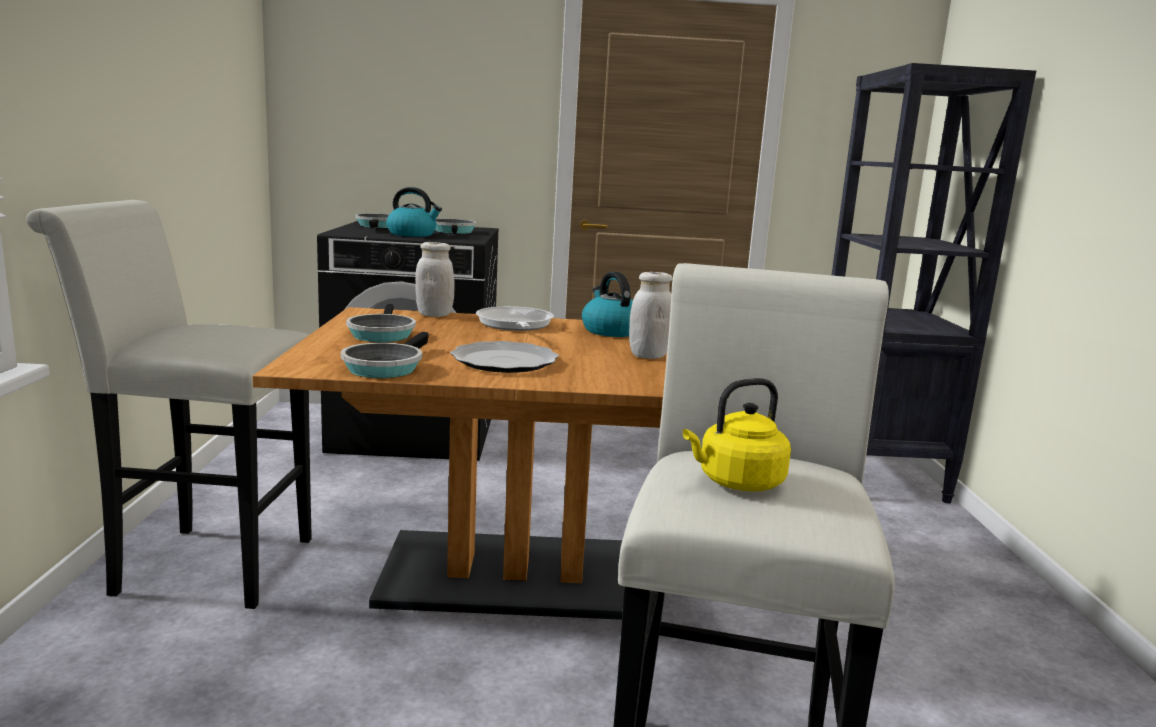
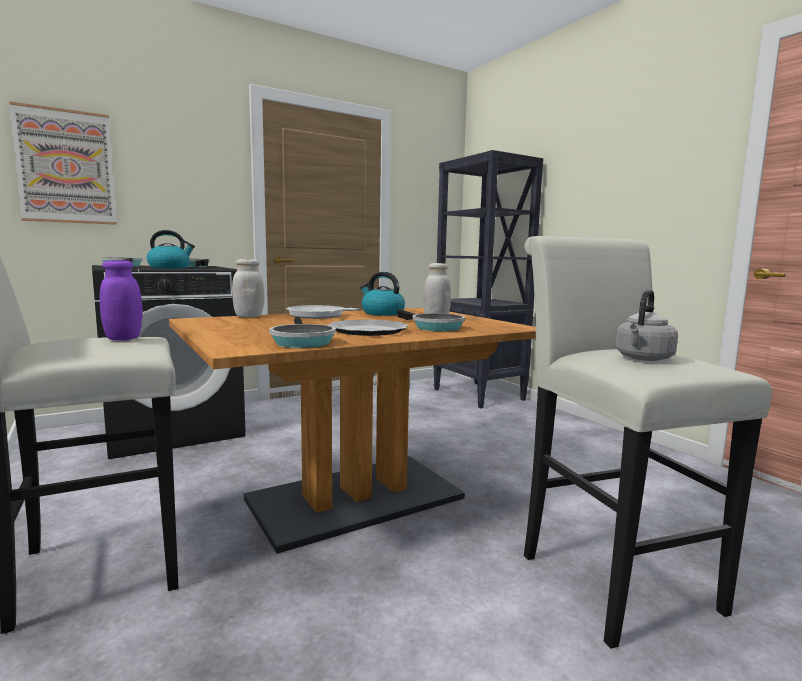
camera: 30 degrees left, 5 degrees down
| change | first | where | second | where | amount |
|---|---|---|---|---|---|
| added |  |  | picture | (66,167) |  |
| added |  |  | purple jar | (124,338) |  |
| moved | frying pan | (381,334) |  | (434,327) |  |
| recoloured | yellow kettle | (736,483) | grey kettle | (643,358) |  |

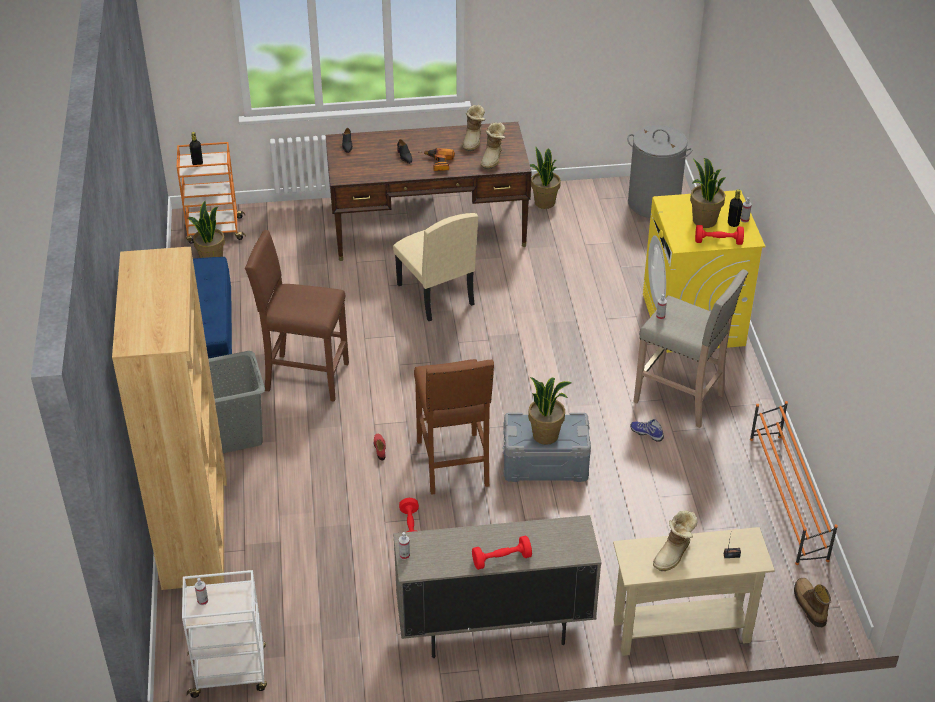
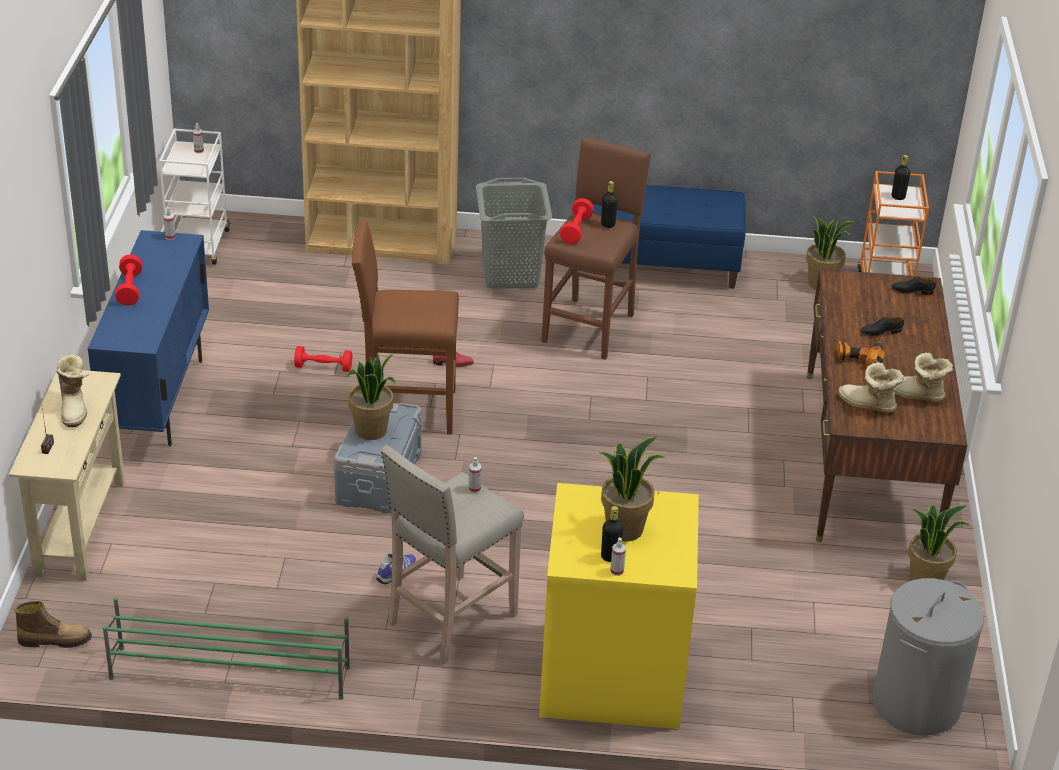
camera: 100 degrees right, 5 degrees down
| change | first | where | second | where | amount |
|---|---|---|---|---|---|
| removed | beige chair | (435,294) |  |  |  |
| added |  |  | black bottle | (608,224) |  |
| moved | red dumbbell | (718,241) |  | (576,229) |  |
| recoloured | beige cabinet | (494,630) | blue cabinet | (158,399) |  |
| recoloured | orange shoe rack | (787,498) | green shoe rack | (229,672) |  |
| turned | boot | (674,554) |  | (75,408) | 150 degrees counterclockwise |

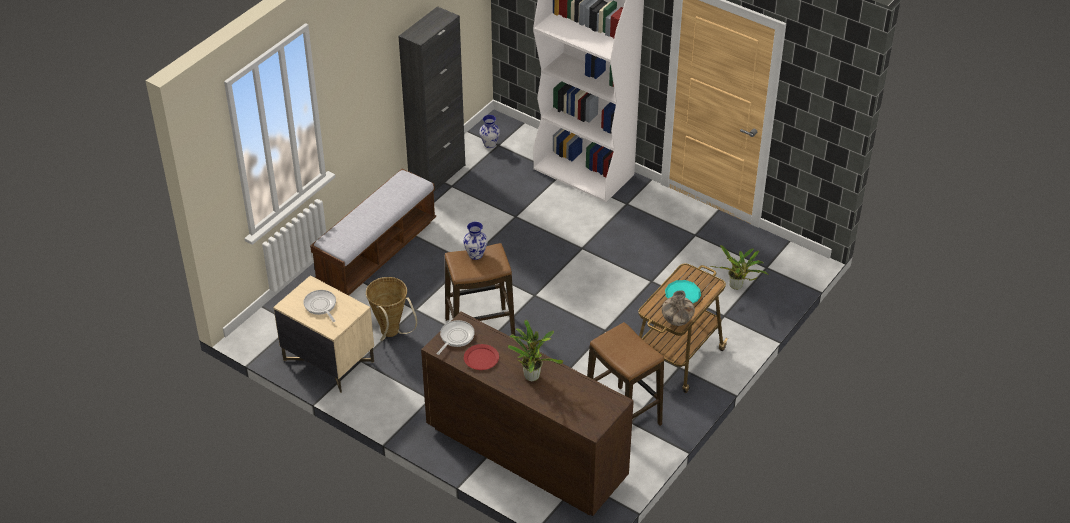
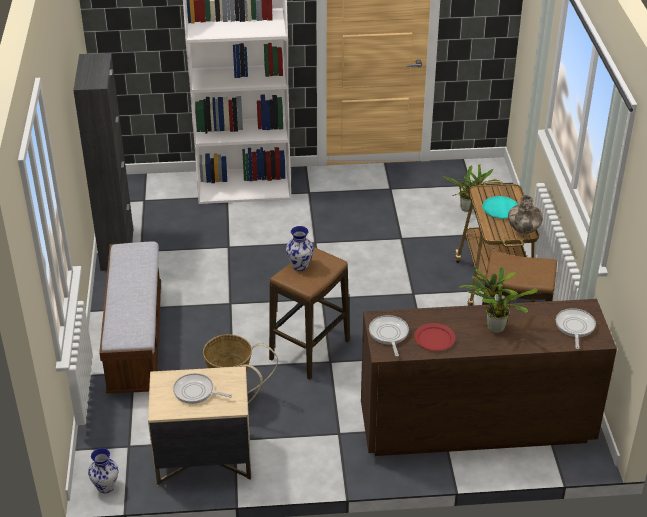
camera: 40 degrees left, 5 degrees down
| change | first | where | second | where | amount |
|---|---|---|---|---|---|
| added |  |  | frying pan | (574,327) |  |
| moved | vase | (489,144) |  | (105,487) |  |

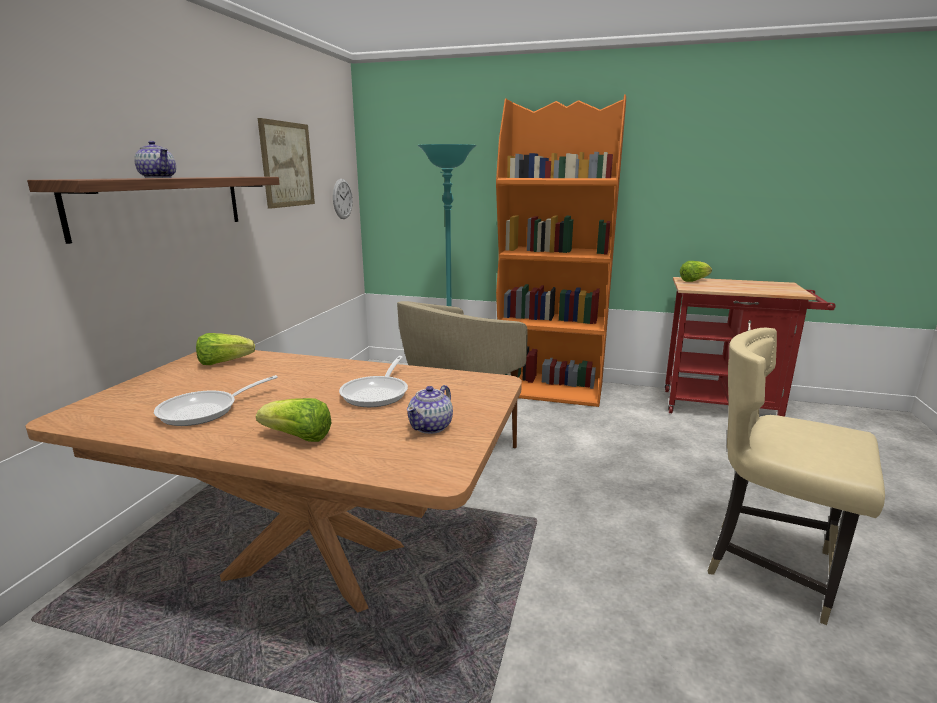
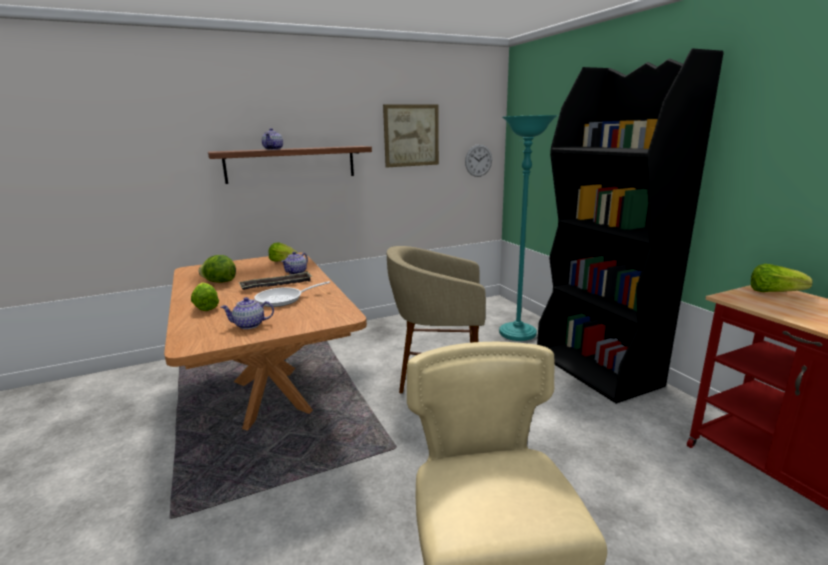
camera: 50 degrees right, 0 degrees up
| change | first | where | second | where | amount |
|---|---|---|---|---|---|
| added |  |  | tray | (276,285) |  |
| added |  |  | teapot | (296,272) |  |
| replaced | frying pan | (205,411) | lettuce | (219,282) |  |
| recoloured | orange bookcase | (549,389) | black bookcase | (597,369) |  |

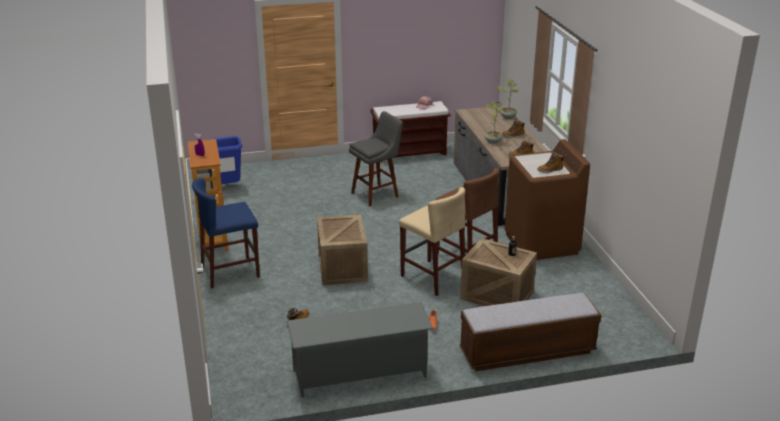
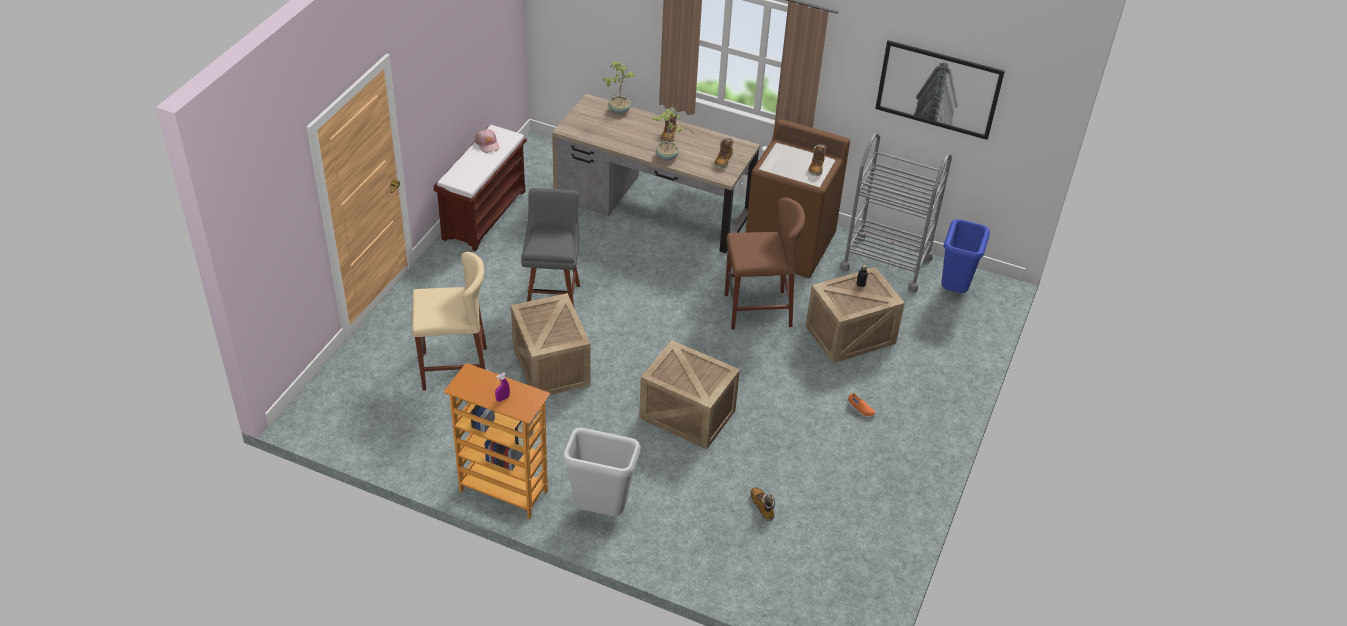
camera: 55 degrees left, 15 degrees up
| change | first | where | second | where | amount |
|---|---|---|---|---|---|
| removed | grey shoe rack | (360,374) |  |  |  |
| removed | bench | (527,351) |  |  |  |
| added |  |  | crate | (550,365) |  |
| added |  |  | grey cart | (886,263) |  |
| added |  |  | picture | (938,89) |  |
| moved | blue trash can | (227,188) |  | (954,290) |  |
| moved | beige stool | (432,277) |  | (455,368) |  |
| replaced | blue stool | (230,272) | grey trash can | (600,512) |  |

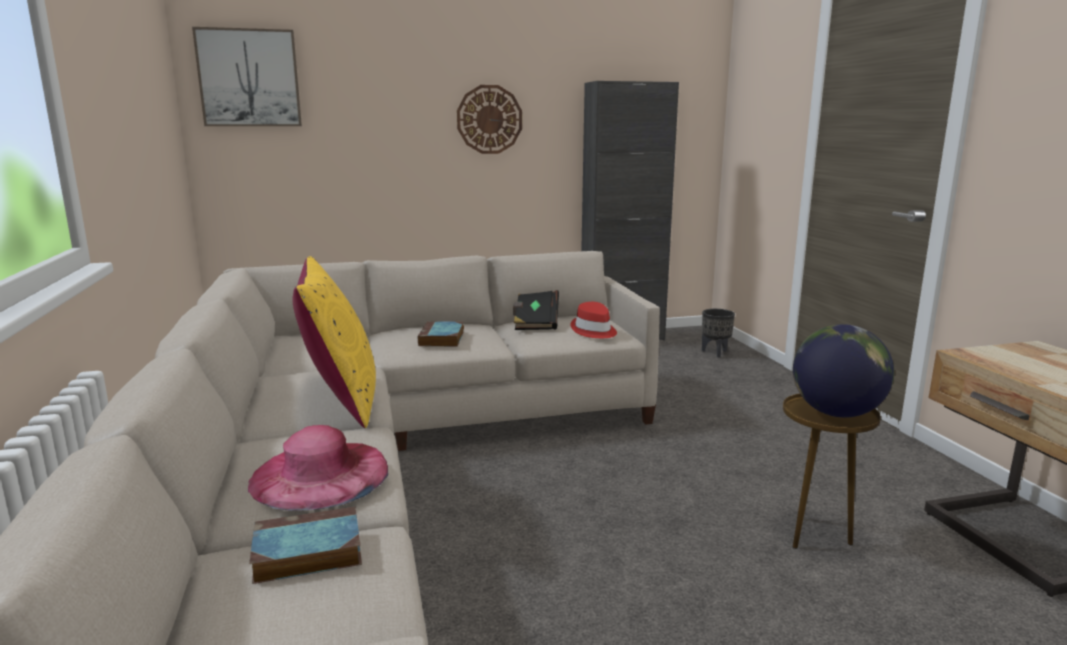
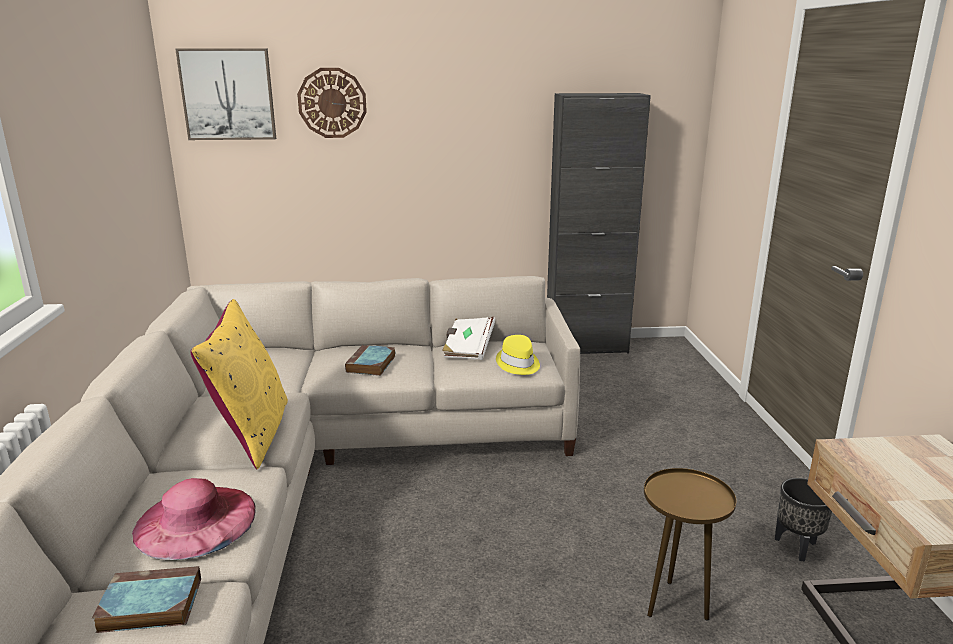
camera: 10 degrees right, 5 degrees up
| change | first | where | second | where | amount |
|---|---|---|---|---|---|
| removed | globe | (836,413) |  |  |  |
| moved | wall clock | (489,119) |  | (332,103) |  |
| moved | black planter | (715,352) |  | (797,547) |  |
| recoloured | black book | (535,322) | white book | (468,348) |  |
| recoloured | red hat | (594,331) | yellow hat | (518,364) |  |

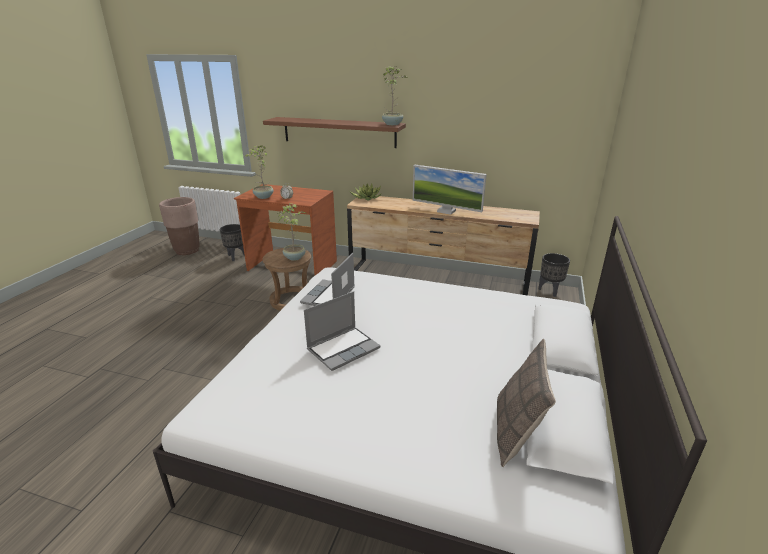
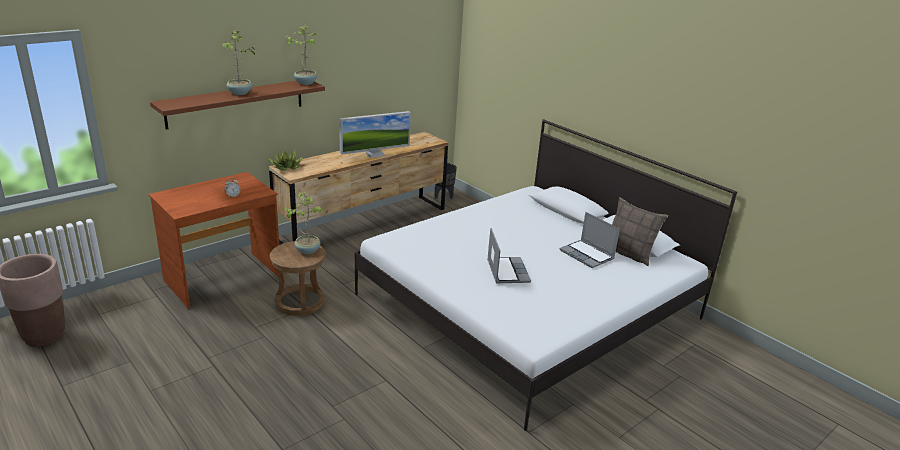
camera: 60 degrees left, 0 degrees up
| change | first | where | second | where | amount |
|---|---|---|---|---|---|
| removed | black planter | (235,257) |  |  |  |
| moved | potted plant | (263,197) |  | (240,93) |  |
| moved | laptop | (329,296) |  | (587,255) |  |

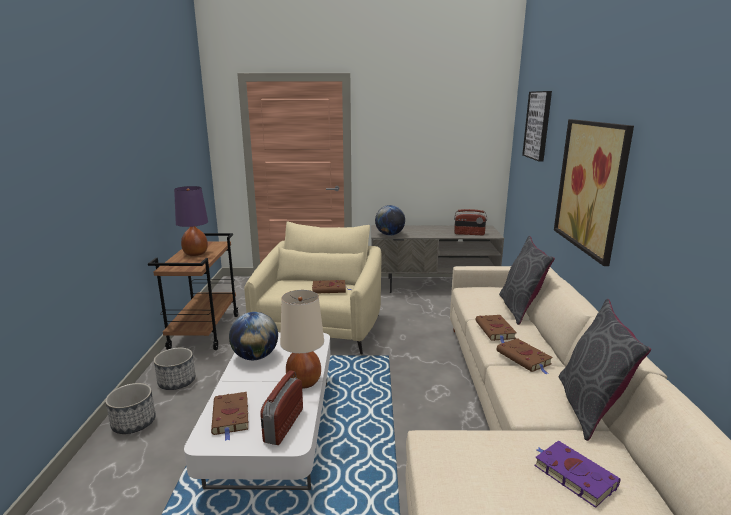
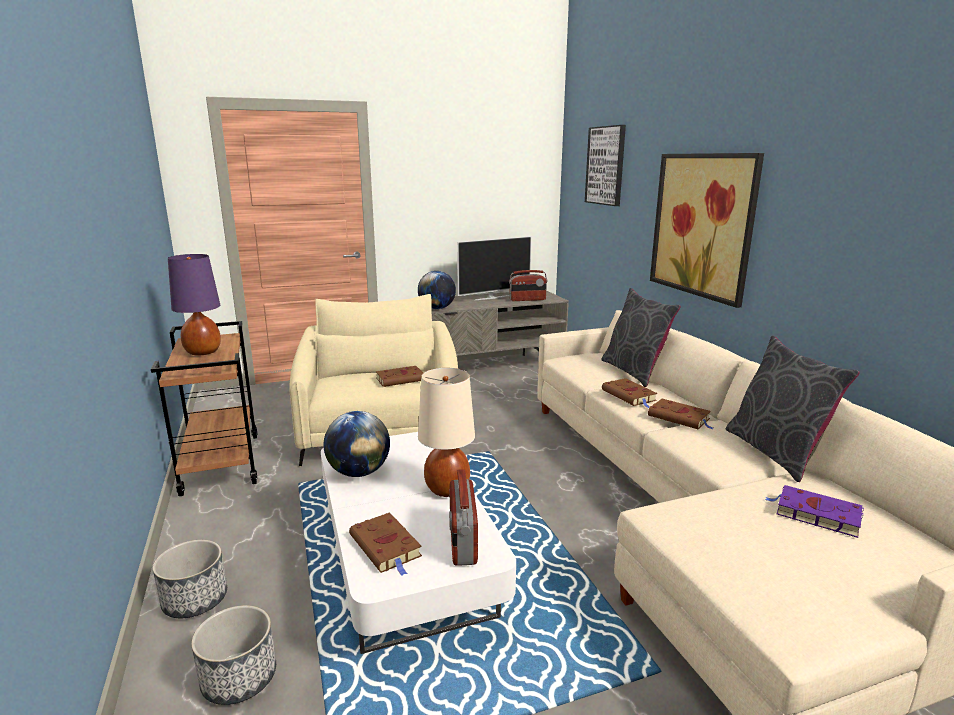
camera: 20 degrees left, 0 degrees up
| change | first | where | second | where | amount |
|---|---|---|---|---|---|
| added |  |  | television | (493,297) |  |
| moved | planter | (176,382) |  | (239,678) |  |

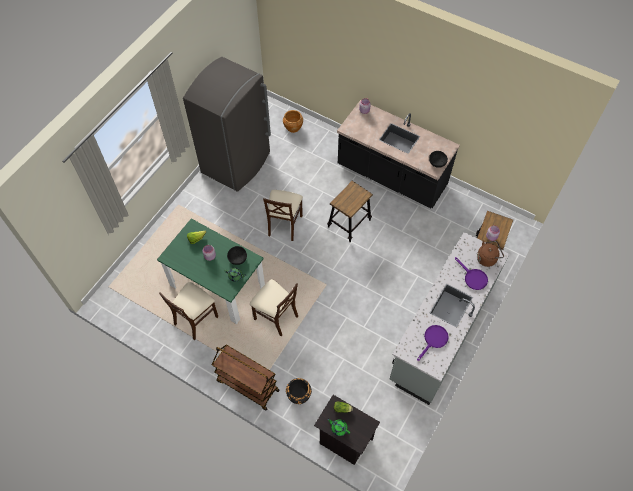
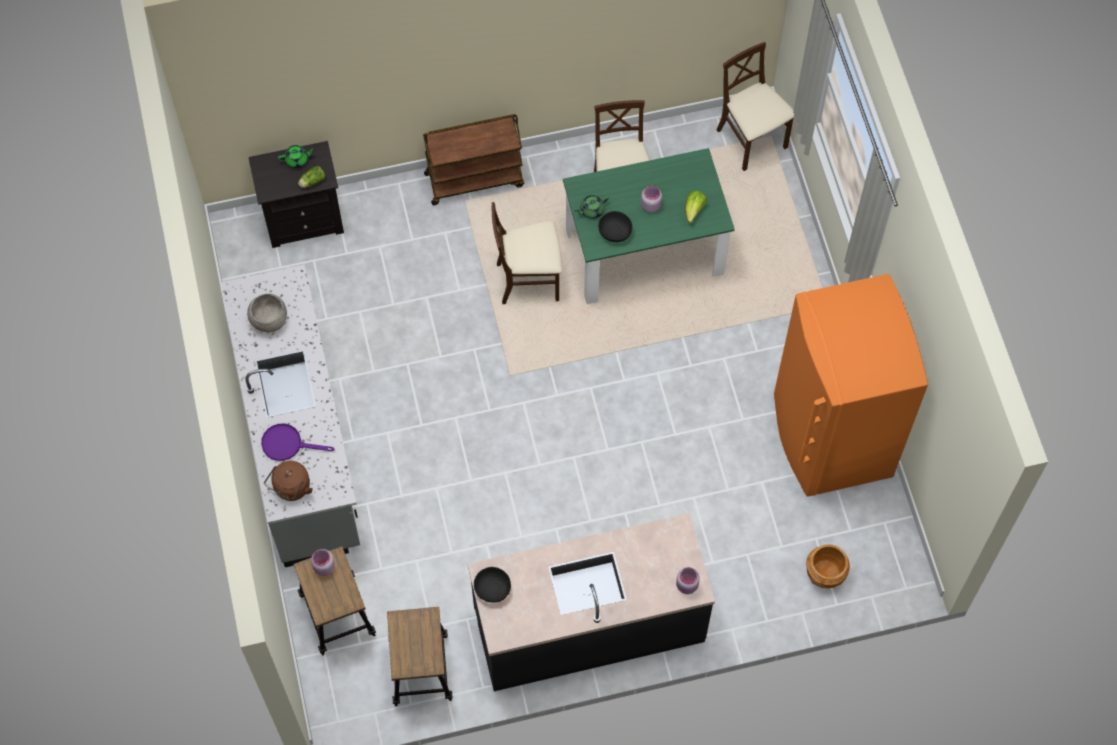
camera: 135 degrees right, 5 degrees up
| change | first | where | second | where | amount |
|---|---|---|---|---|---|
| removed | black planter | (298,395) |  |  |  |
| moved | beige chair | (284,225) |  | (751,140) |  |
| moved | stool | (349,223) |  | (421,671) |  |
| replaced | purple frying pan | (434,340) | grey bowl | (269,321) |  |
| recoloured | grey fridge | (237,163) | orange fridge | (830,437) |  |

